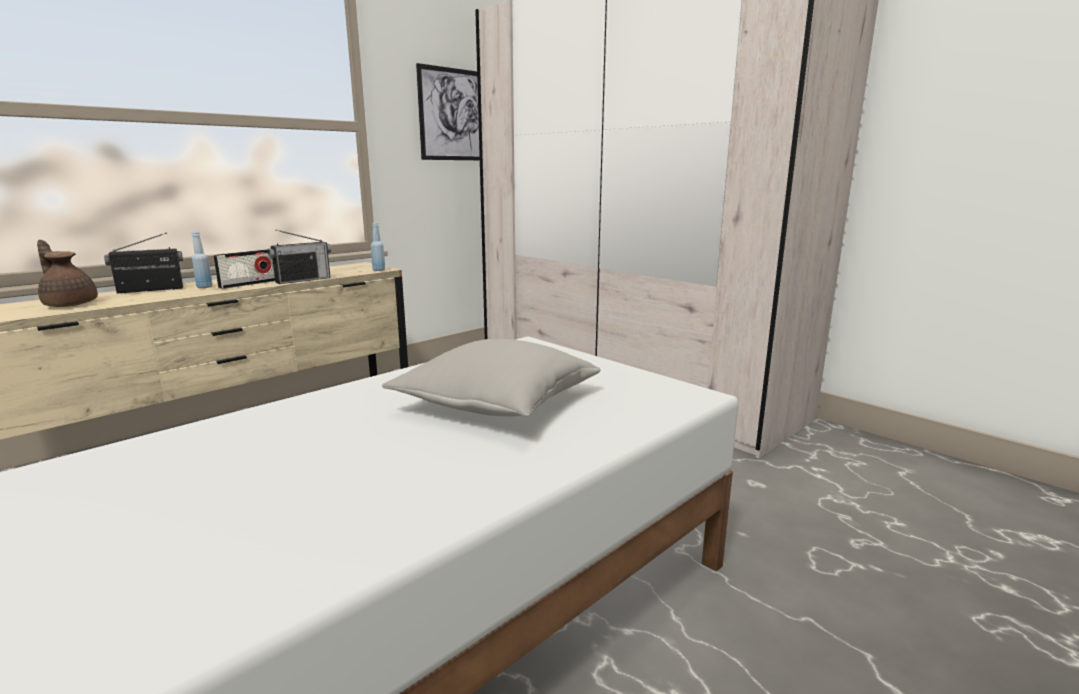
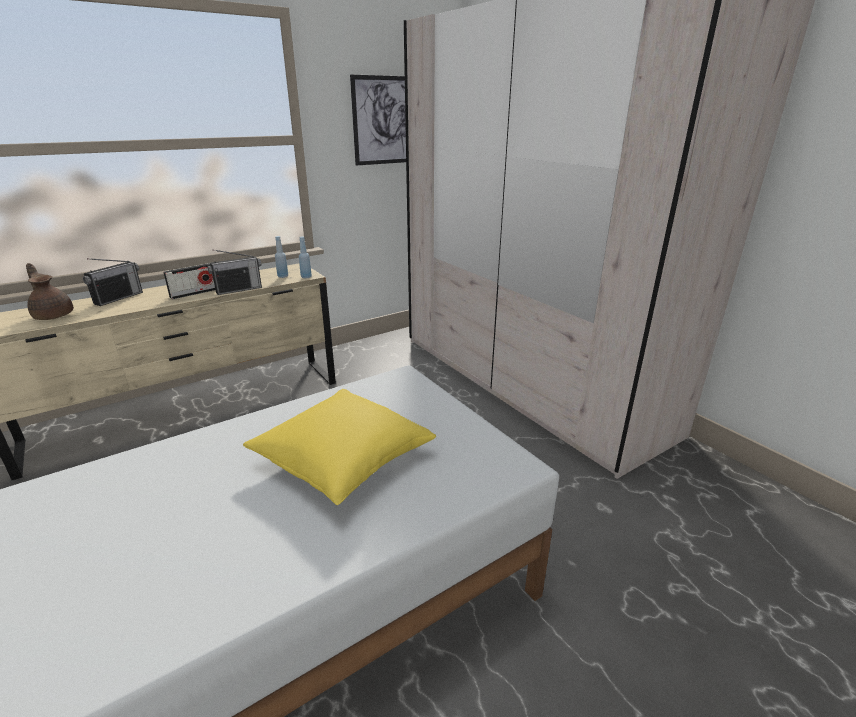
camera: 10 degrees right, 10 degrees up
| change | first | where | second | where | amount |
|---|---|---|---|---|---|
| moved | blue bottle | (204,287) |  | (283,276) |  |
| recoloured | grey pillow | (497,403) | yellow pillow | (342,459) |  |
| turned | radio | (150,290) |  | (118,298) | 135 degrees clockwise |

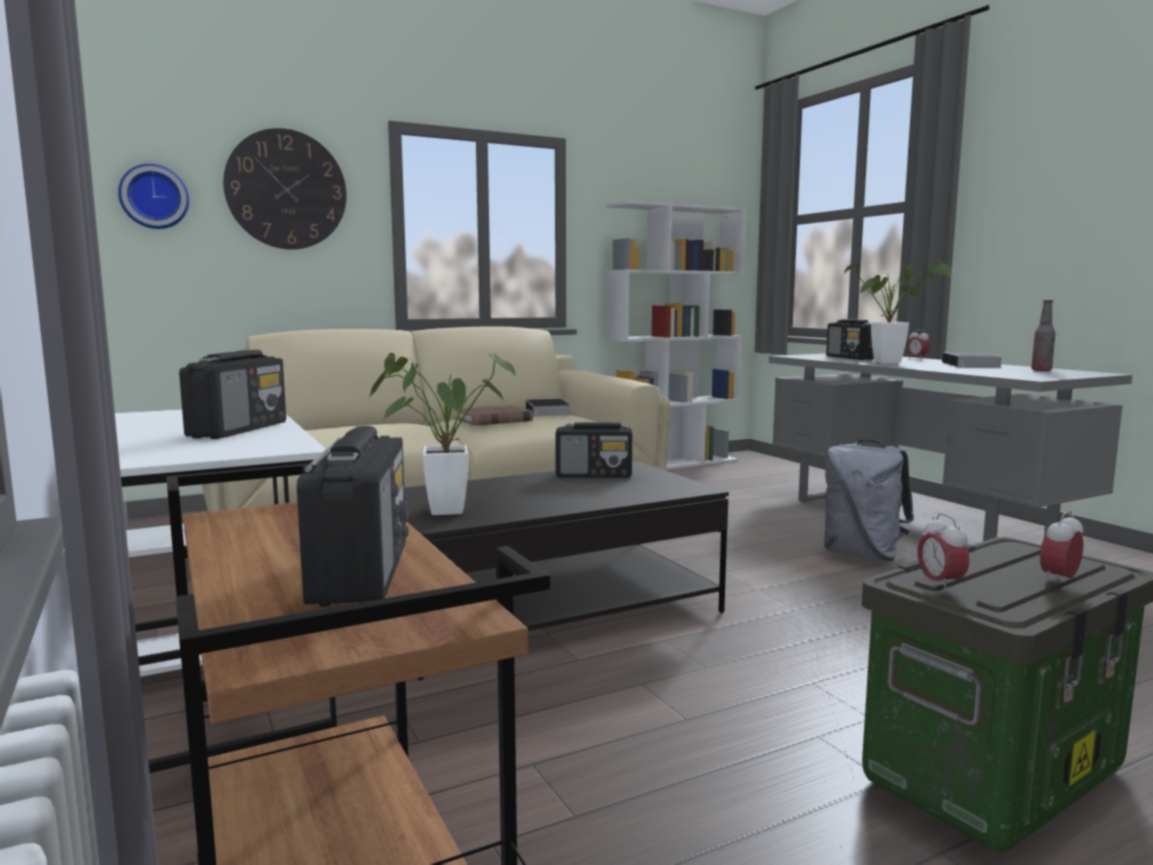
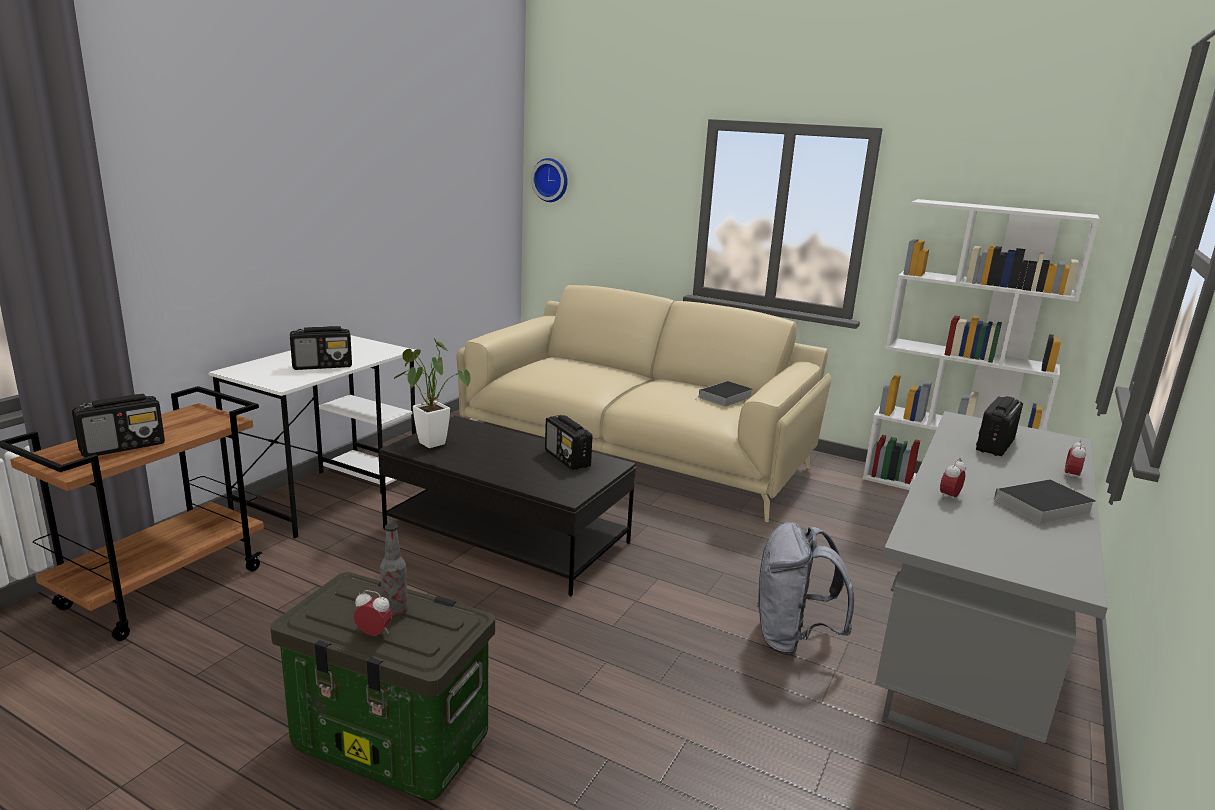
camera: 55 degrees right, 10 degrees up
| change | first | where | second | where | amount |
|---|---|---|---|---|---|
| removed | wall clock | (286,189) |  |  |  |
| removed | brown book | (493,420) |  |  |  |
| removed | potted plant | (893,363) |  |  |  |
| moved | alarm clock | (940,584) |  | (949,497) |  |
| moved | bottle | (1041,370) |  | (395,611) |  |

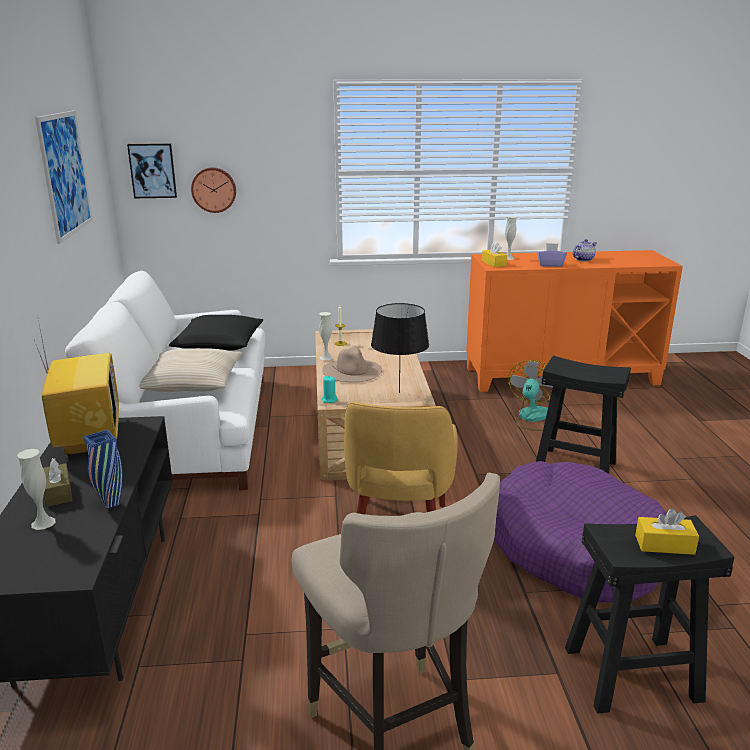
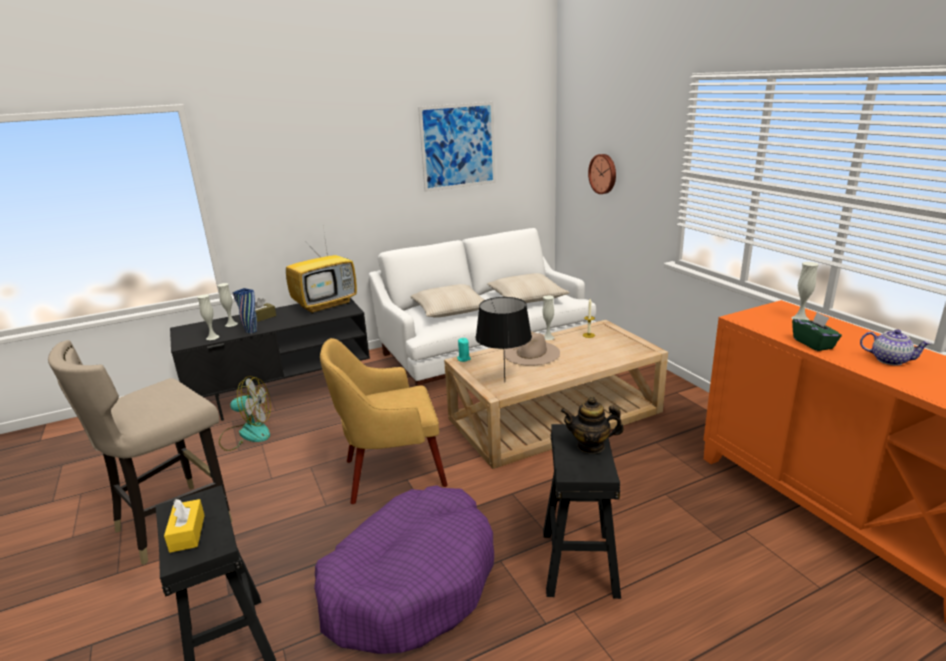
camera: 70 degrees right, 0 degrees up
| change | first | where | second | where | amount |
|---|---|---|---|---|---|
| removed | picture | (152,170) |  |  |  |
| removed | yellow tissue box | (494,263) |  |  |  |
| added |  |  | white vase | (212,337) |  |
| added |  |  | teapot | (590,445) |  |
| moved | fan | (533,418) |  | (247,434) |  |
| recoloured | black pillow | (219,343) | beige pillow | (526,297) |  |
| recoloured | purple tissue box | (550,265) | green tissue box | (813,344) |  |

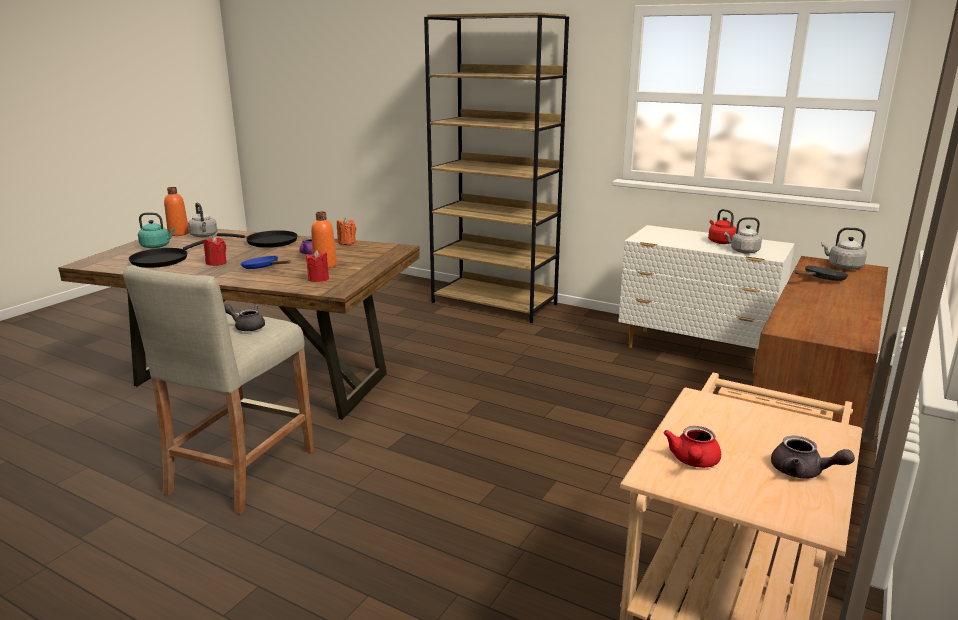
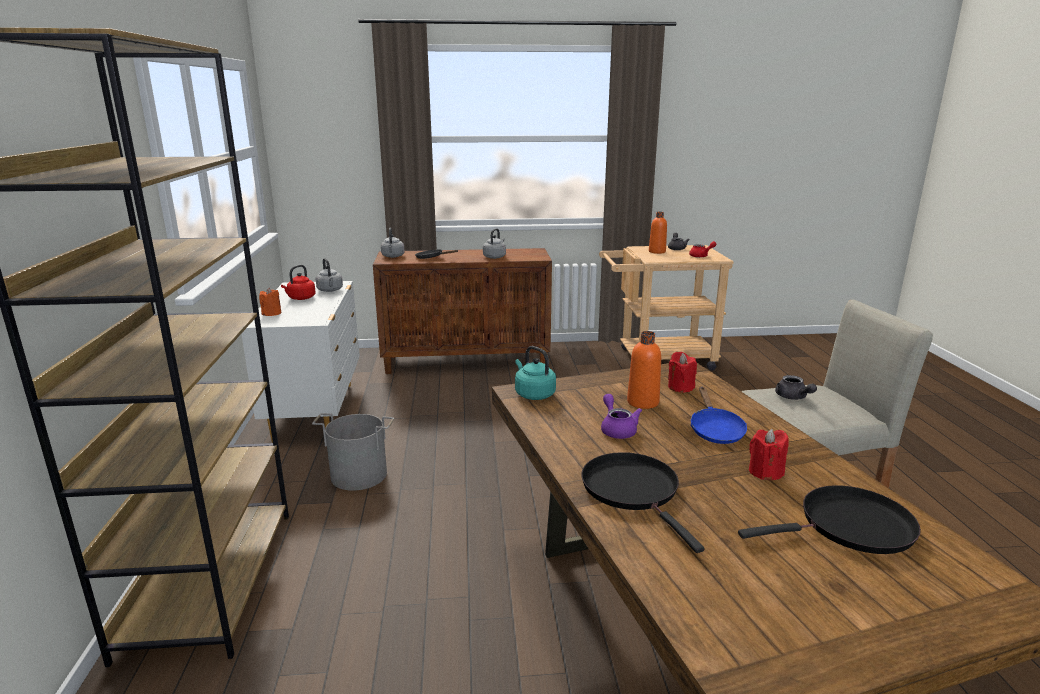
camera: 125 degrees left, 0 degrees up
| change | first | where | second | where | amount |
|---|---|---|---|---|---|
| added |  |  | grey bucket | (359,474) |  |
| moved | turquoise kettle | (157,246) |  | (533,394) |  |
| moved | orange bottle | (178,233) |  | (657,252) |  |
| moved | grey kettle | (204,236) |  | (495,257) |  |
| moved | orange candle | (347,242) |  | (272,313) |  |

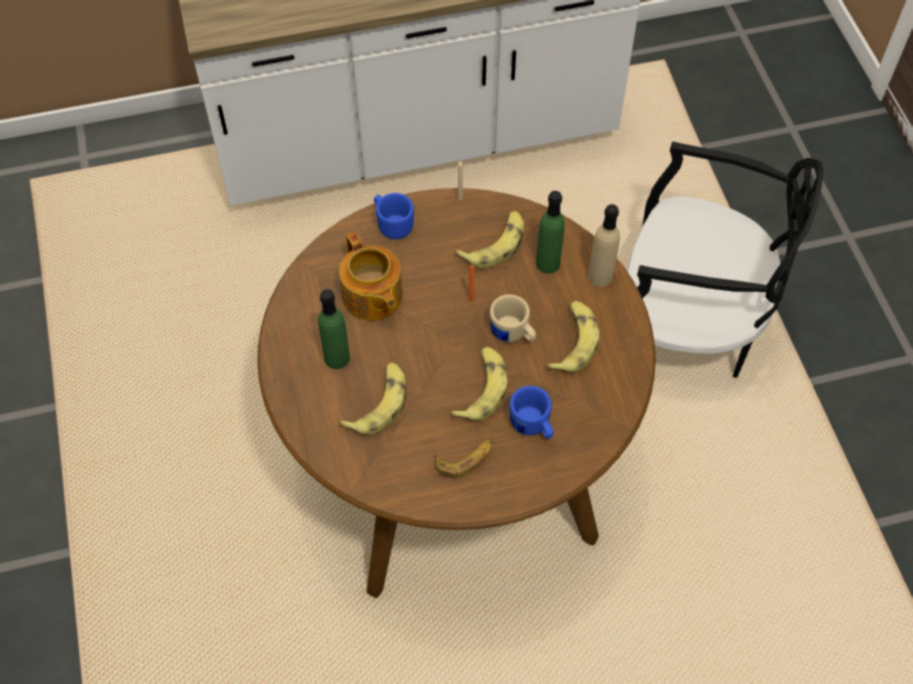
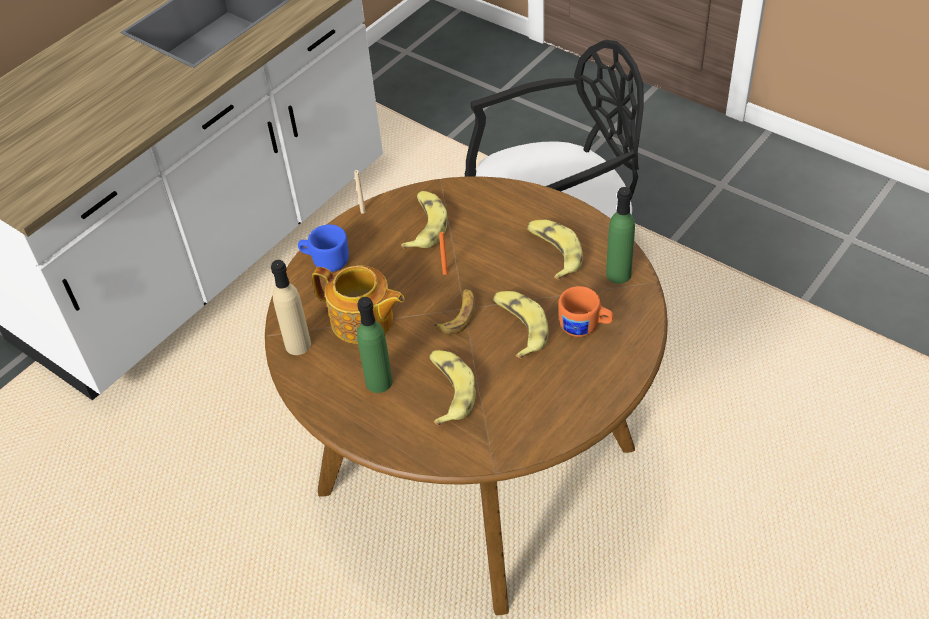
camera: 35 degrees left, 10 degrees down
| change | first | where | second | where | amount |
|---|---|---|---|---|---|
| removed | beige mug | (513,334) |  |  |  |
| moved | banana | (465,459) |  | (458,314) |  |
| moved | green bottle | (547,263) |  | (618,274) |  |
| moved | beige bottle | (600,276) |  | (298,345) |  |
| recoloured | blue mug | (532,426) | orange mug | (585,327) |  |

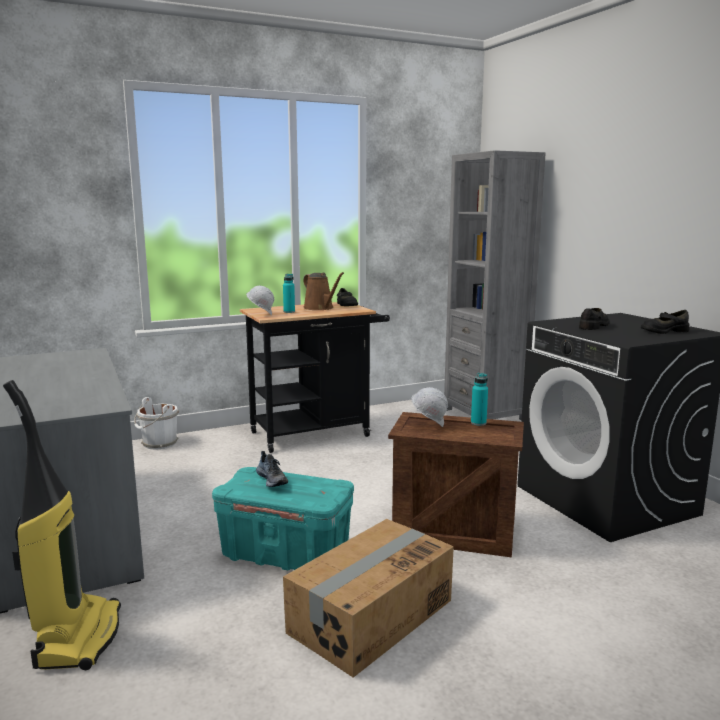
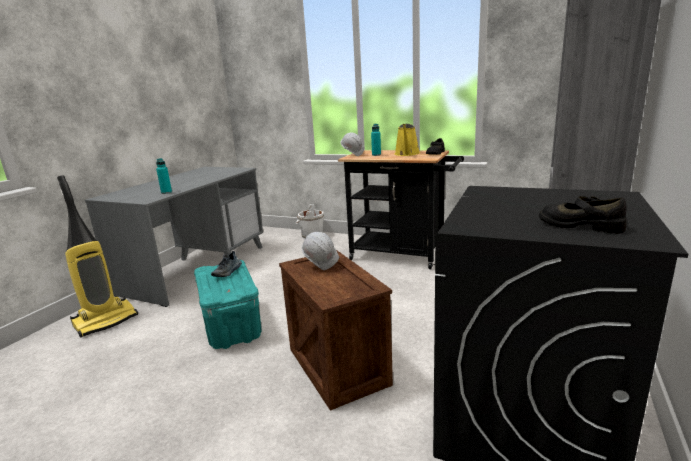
camera: 50 degrees right, 5 degrees up
| change | first | where | second | where | amount |
|---|---|---|---|---|---|
| removed | cardboard box | (370,616) |  |  |  |
| removed | black shoe | (594,326) |  |  |  |
| moved | turquoise bottle | (478,423) |  | (166,192) |  |
| recoloured | brown watering can | (320,308) | yellow watering can | (407,154) |  |

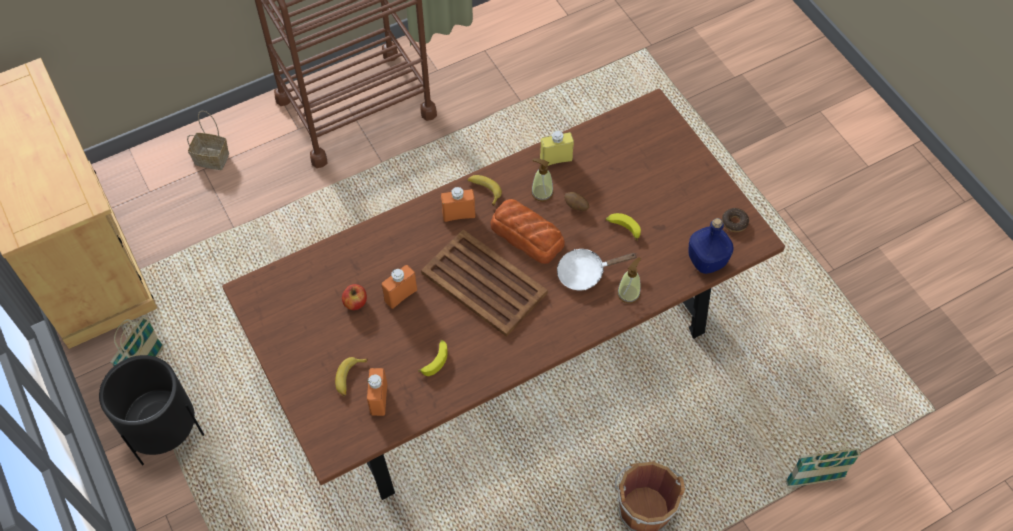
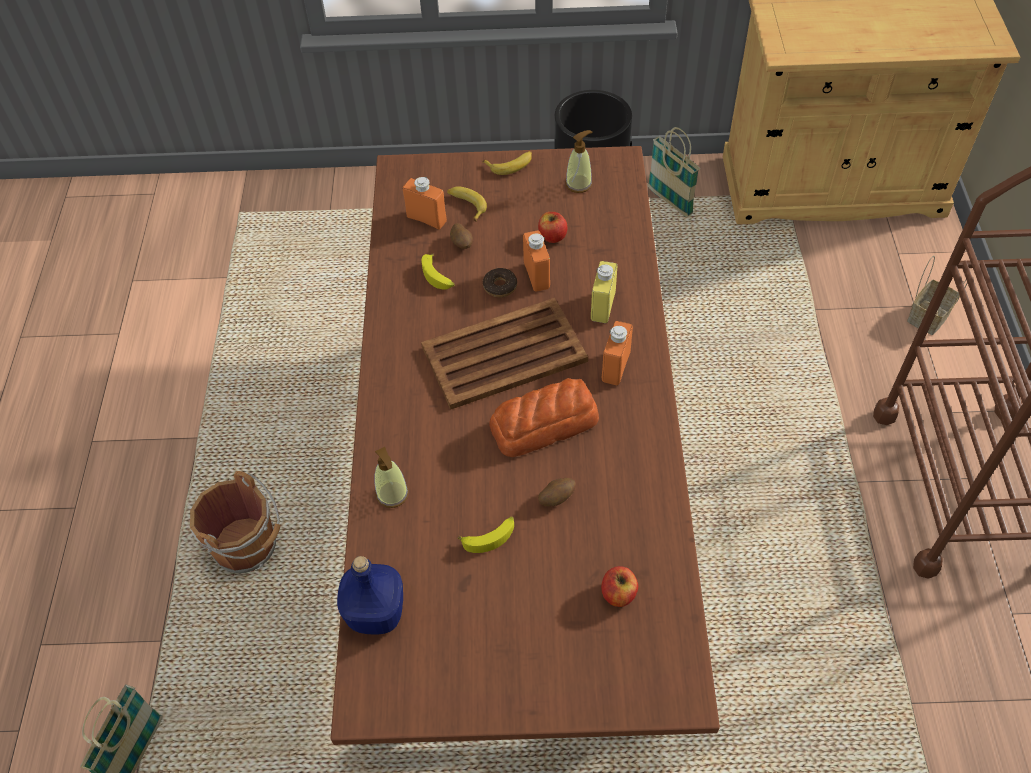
camera: 120 degrees right, 5 degrees down
| change | first | where | second | where | amount |
|---|---|---|---|---|---|
| removed | white frying pan | (585,272) |  |  |  |
| added |  |  | potato | (462,244) |  |
| added |  |  | apple | (618,594) |  |
| moved | banana | (484,190) |  | (510,165) |  |
| moved | soap dispenser | (542,192) |  | (579,184) |  |
| moved | yellow bottle | (556,159) |  | (603,306) |  |
| moved | donut | (734,222) |  | (500,286) |  |

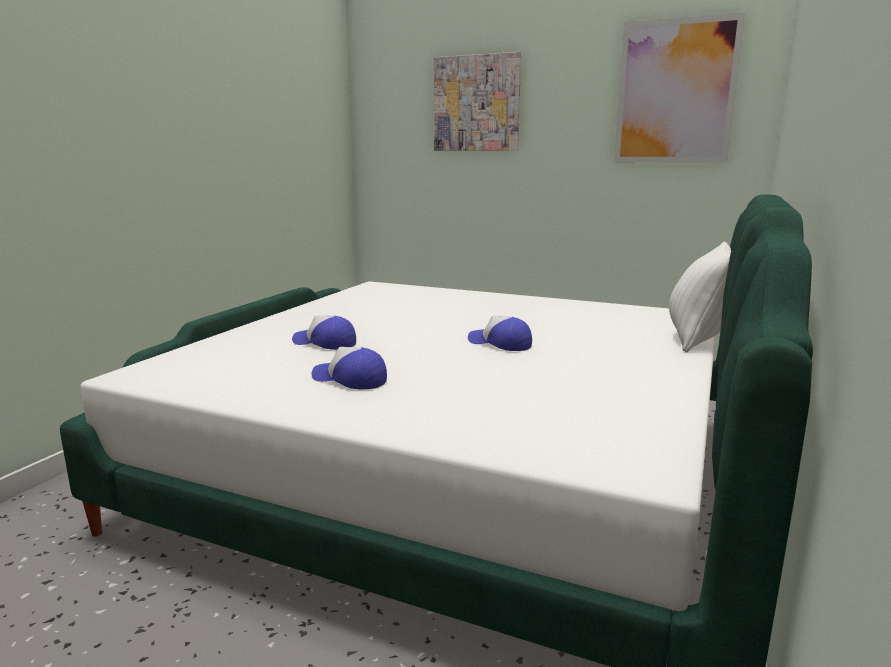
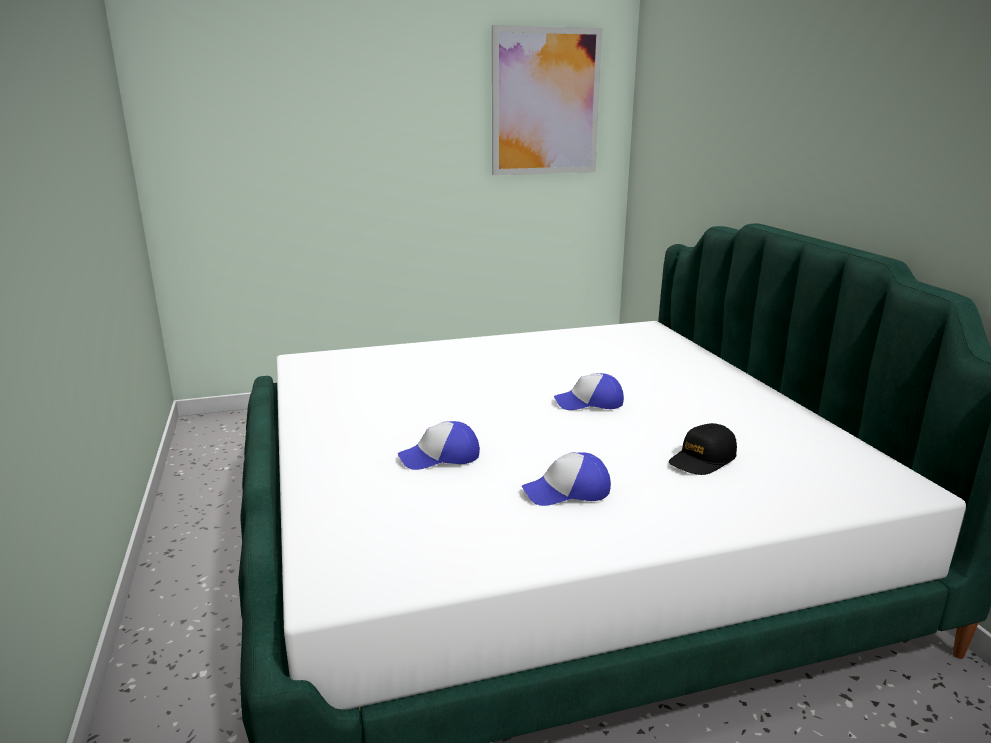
camera: 40 degrees left, 5 degrees up
| change | first | where | second | where | amount |
|---|---|---|---|---|---|
| removed | picture | (476,103) |  |  |  |
| removed | white pillow | (698,339) |  |  |  |
| added |  |  | black cap | (702,460) |  |

